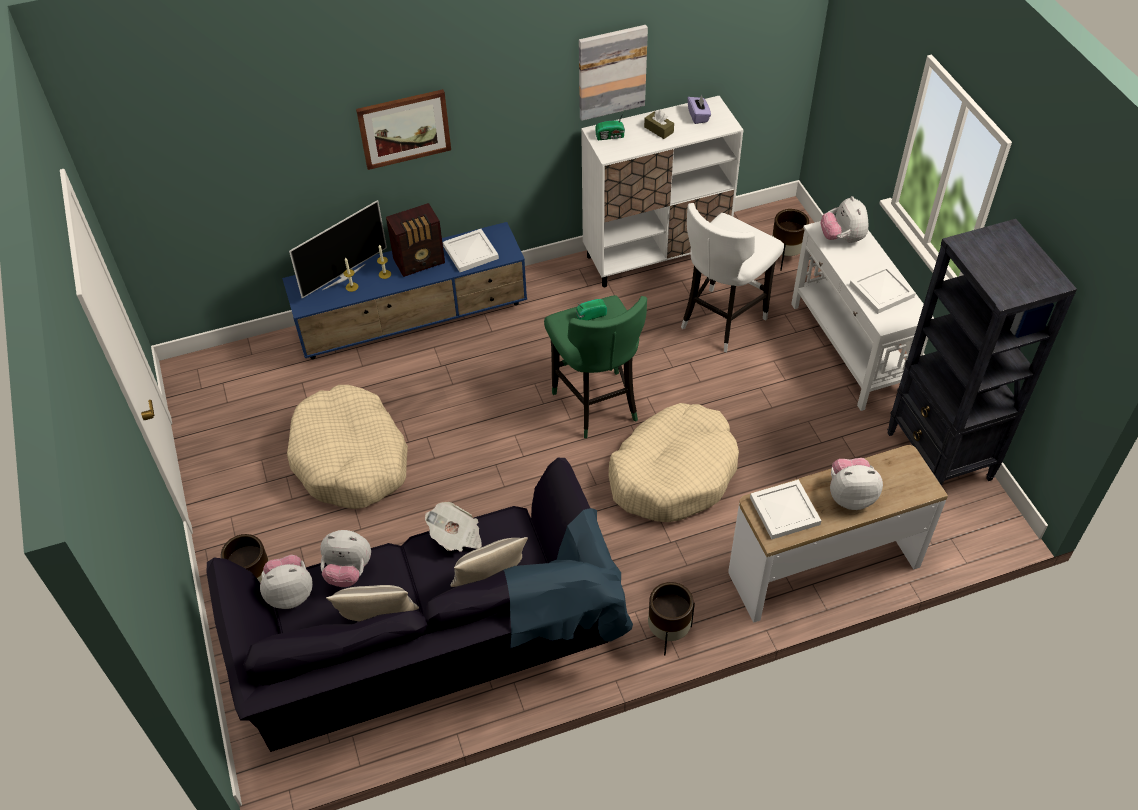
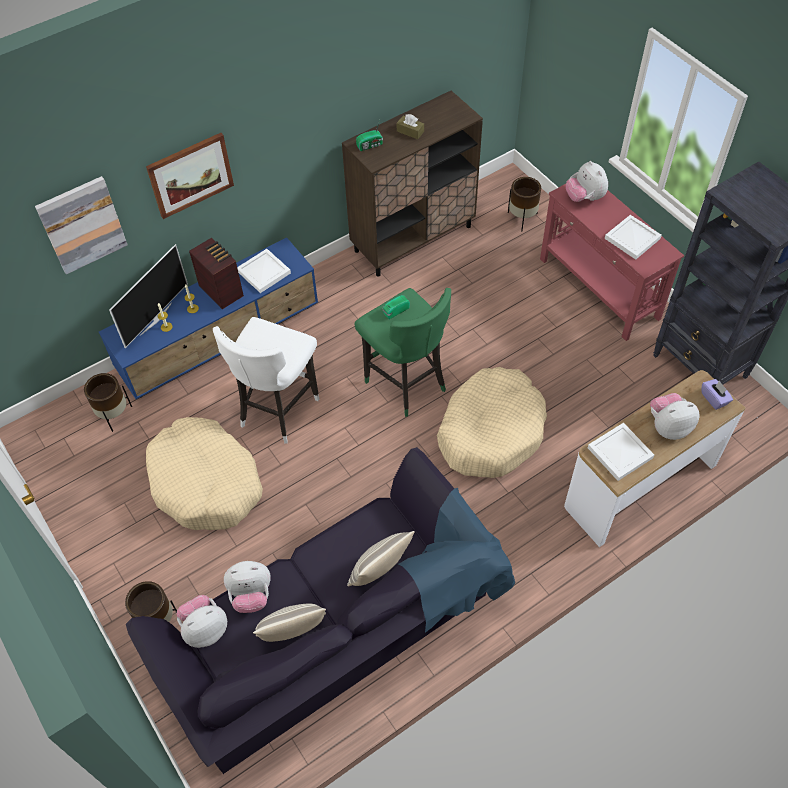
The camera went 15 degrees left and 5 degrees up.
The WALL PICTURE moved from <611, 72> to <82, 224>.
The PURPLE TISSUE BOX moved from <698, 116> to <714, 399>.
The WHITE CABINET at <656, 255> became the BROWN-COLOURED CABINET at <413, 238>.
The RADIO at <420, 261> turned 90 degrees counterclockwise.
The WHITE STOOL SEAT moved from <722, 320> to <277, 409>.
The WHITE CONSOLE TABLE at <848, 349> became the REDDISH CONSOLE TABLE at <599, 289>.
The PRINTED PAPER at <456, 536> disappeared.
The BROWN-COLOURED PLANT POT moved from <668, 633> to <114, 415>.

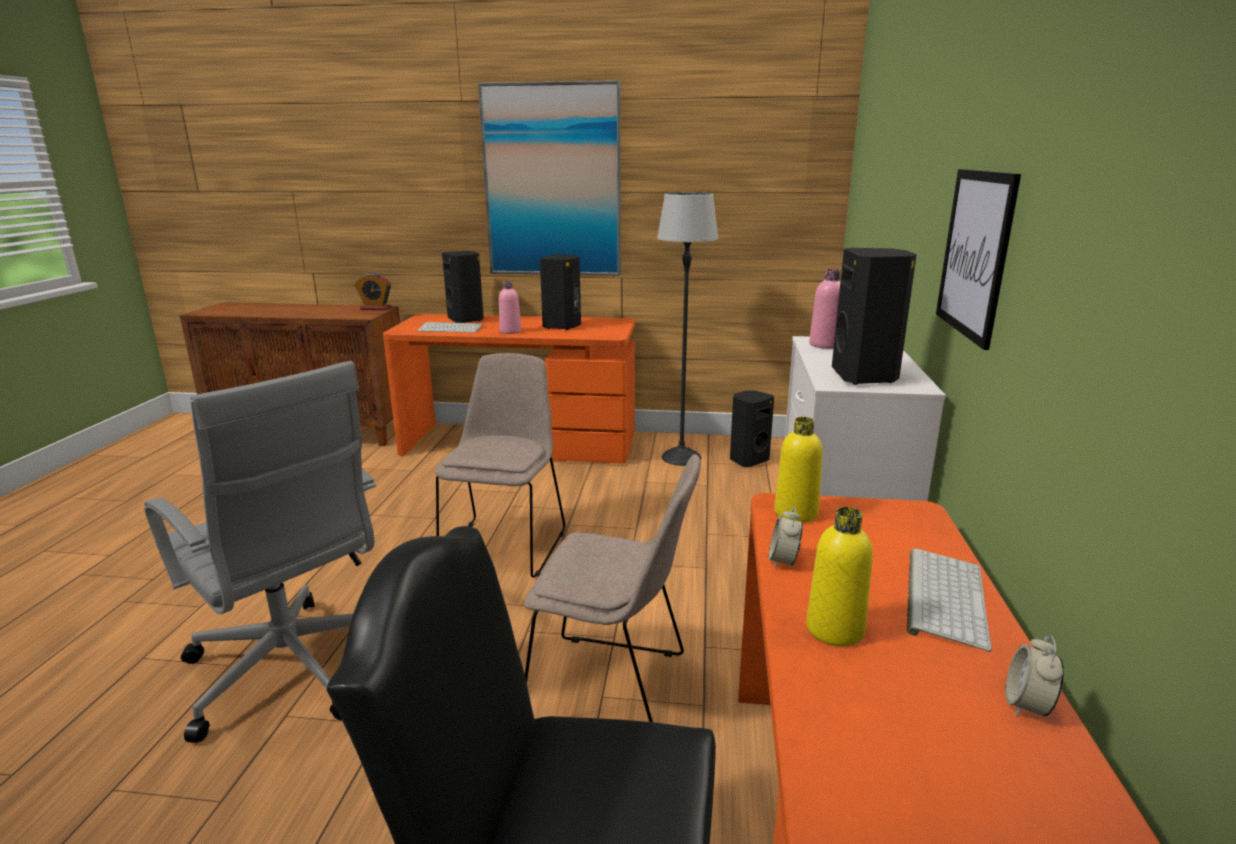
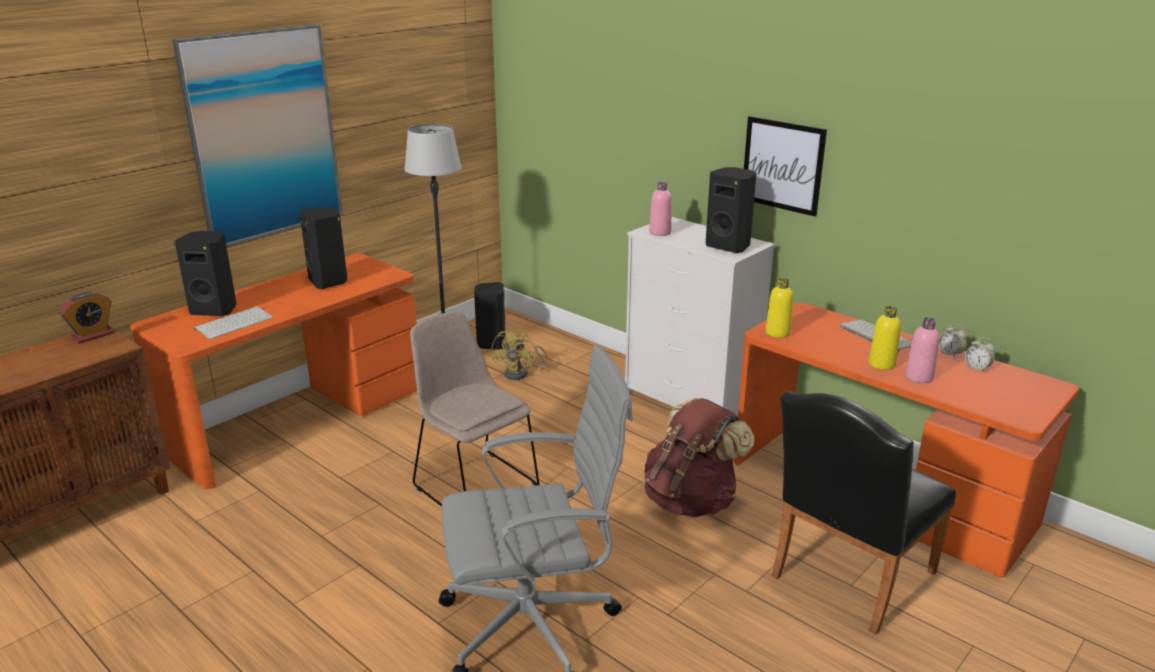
The camera went 55 degrees left and 5 degrees up.
The PINK-COLOURED DRINK BOTTLE moved from <510, 331> to <918, 377>.
The BEIGE-COLOURED UPRIGHT CHAIR at <613, 691> was replaced by the BROWN-COLOURED BACKPACK at <691, 500>.
The BEDSIDE CLOCK moved from <783, 561> to <977, 368>.
The YELLOWISH FAN at <521, 373> appeared.

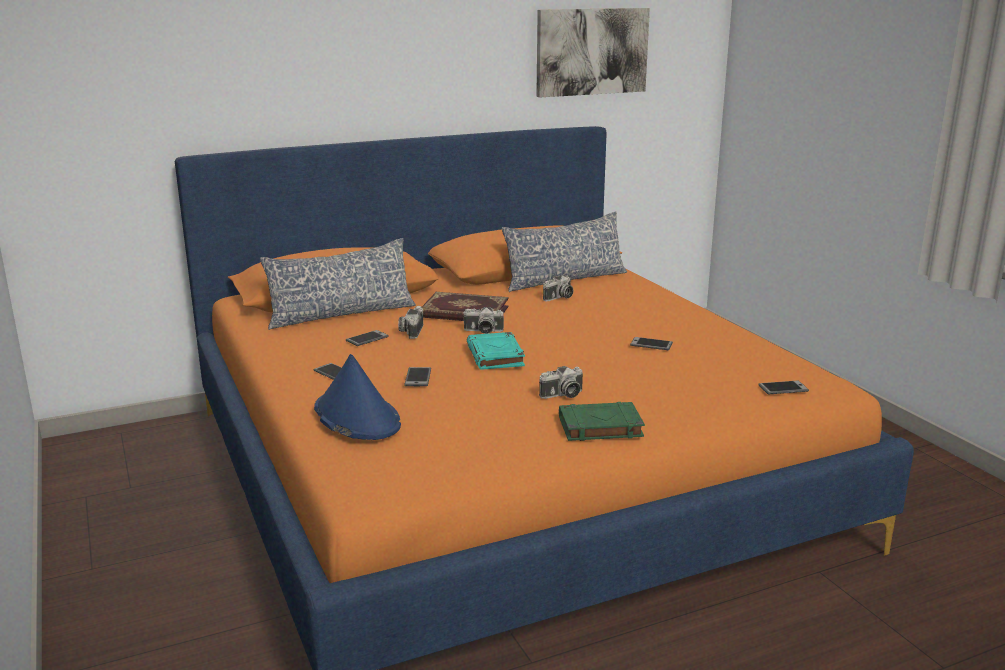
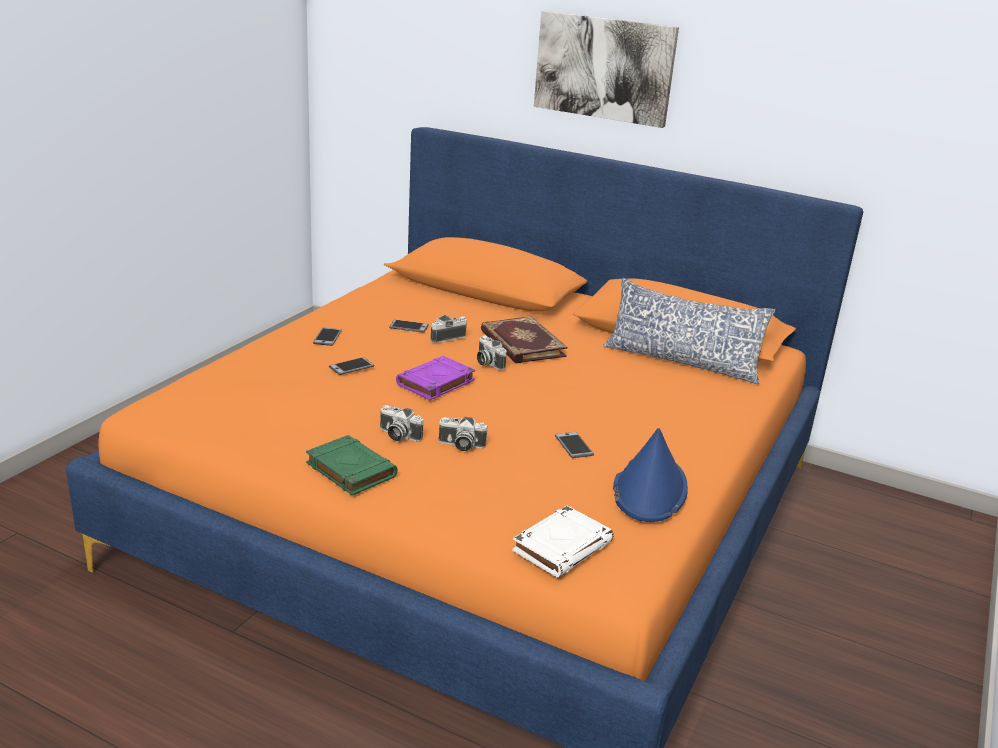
The camera went 50 degrees right and 5 degrees up.
The WALL PICTURE moved from <591, 51> to <604, 68>.
The CUSHION at <341, 314> disappeared.
The PHOTO CAMERA moved from <559, 298> to <460, 445>.
The BLUE-GREEN VOLUME at <496, 356> became the PURPLE VOLUME at <435, 383>.
The BLUE WEARABLE HAT moved from <356, 417> to <649, 489>.
The HANDSET at <783, 388> was replaced by the WHITE VOLUME at <562, 546>.

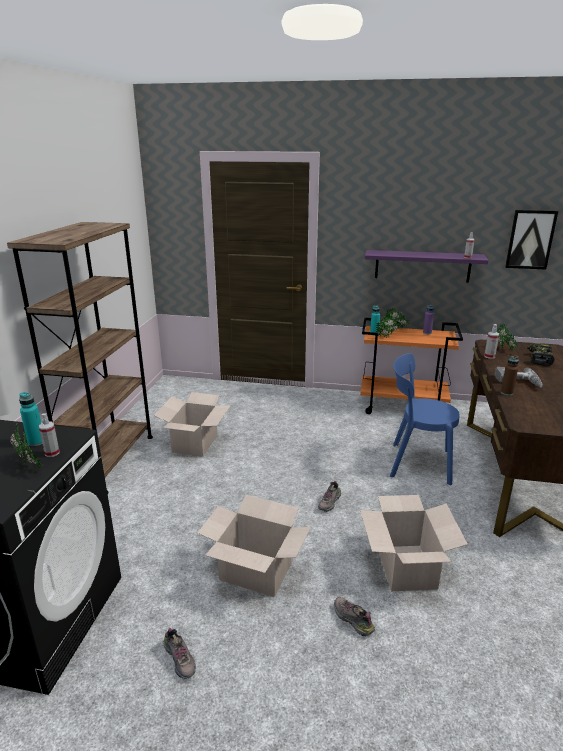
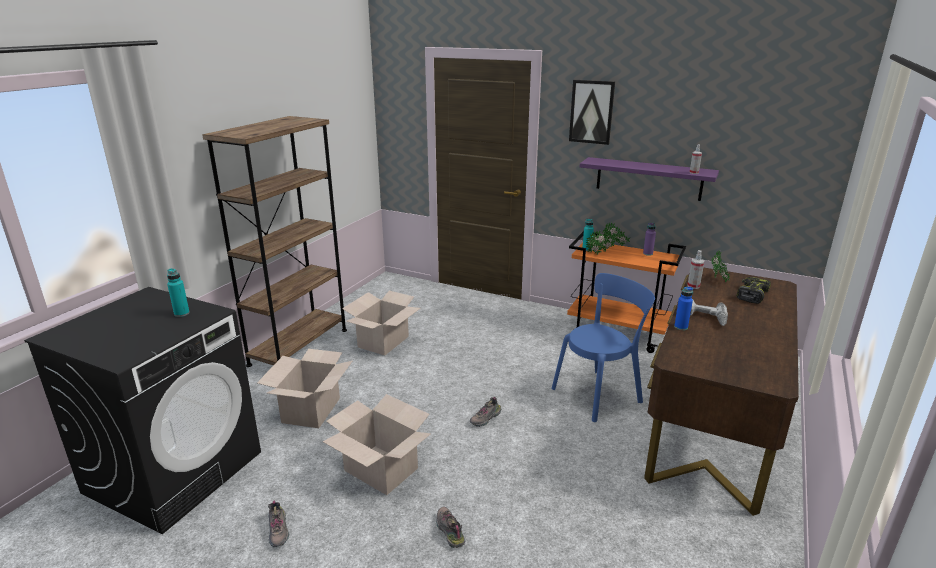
The camera went 15 degrees right and 0 degrees up.
The WALL PICTURE moved from <530, 239> to <591, 112>.
The BLUE UPRIGHT CHAIR at <416, 463> turned 120 degrees clockwise.
The BROWN-COLOURED DRINK BOTTLE at <506, 393> became the BLUE DRINK BOTTLE at <681, 327>.
The HAND SPRAYER at <52, 453> disappeared.
The PLANT IN A POT at <30, 466> disappeared.
The PACKING BOX moved from <407, 568> to <311, 410>.

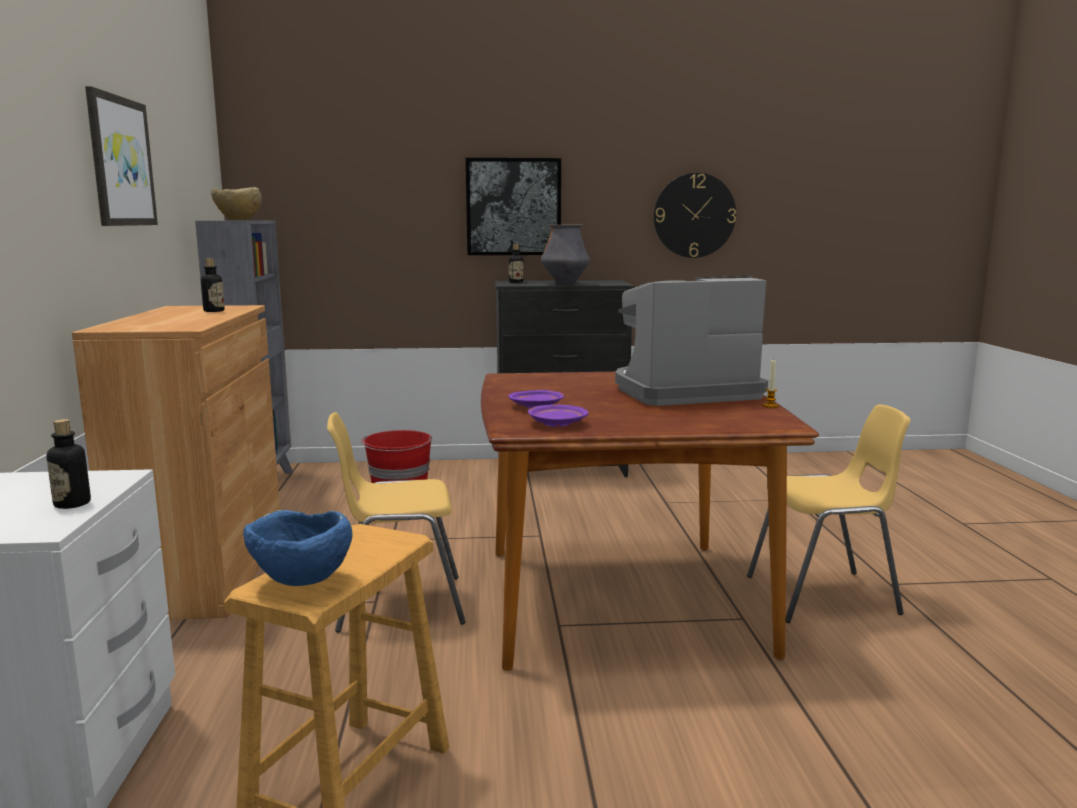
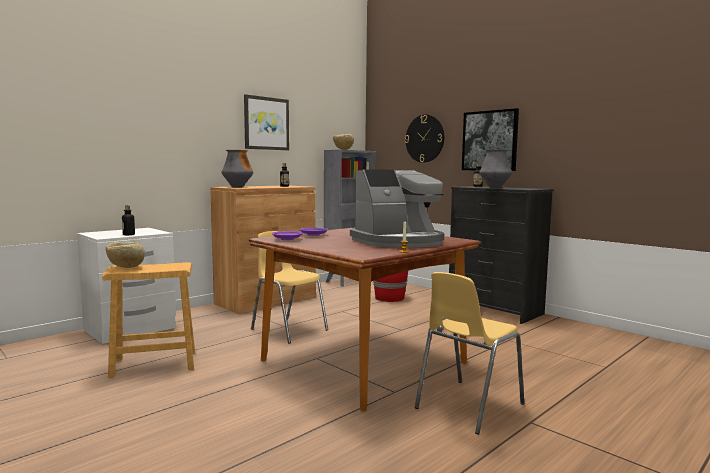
The camera went 50 degrees right and 5 degrees down.
The HANGING CLOCK moved from <694, 215> to <425, 138>.
The COFFEE MAKER at <683, 392> turned 120 degrees clockwise.
The YELLOWISH UPRIGHT CHAIR at <824, 596> turned 90 degrees clockwise.
The BLUE SERVING BOWL at <301, 584> became the BEIGE-COLOURED SERVING BOWL at <126, 268>.
The FLOWER VASE at <237, 187> appeared.

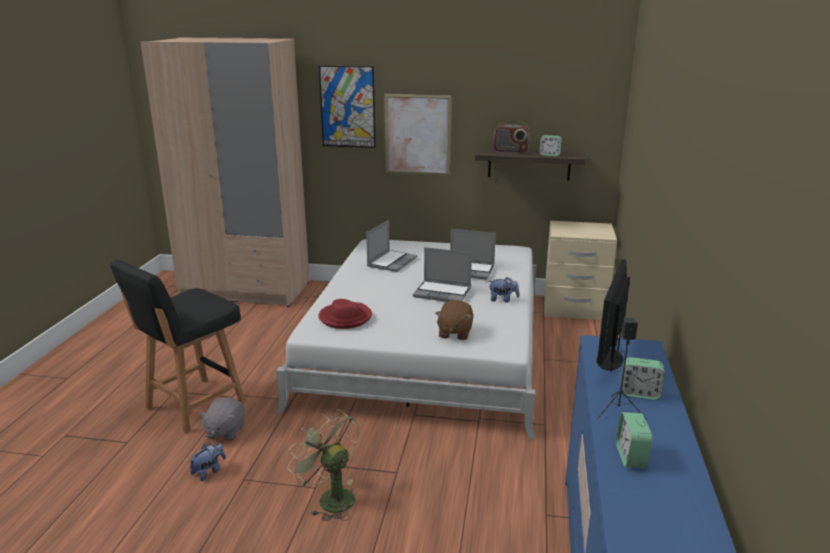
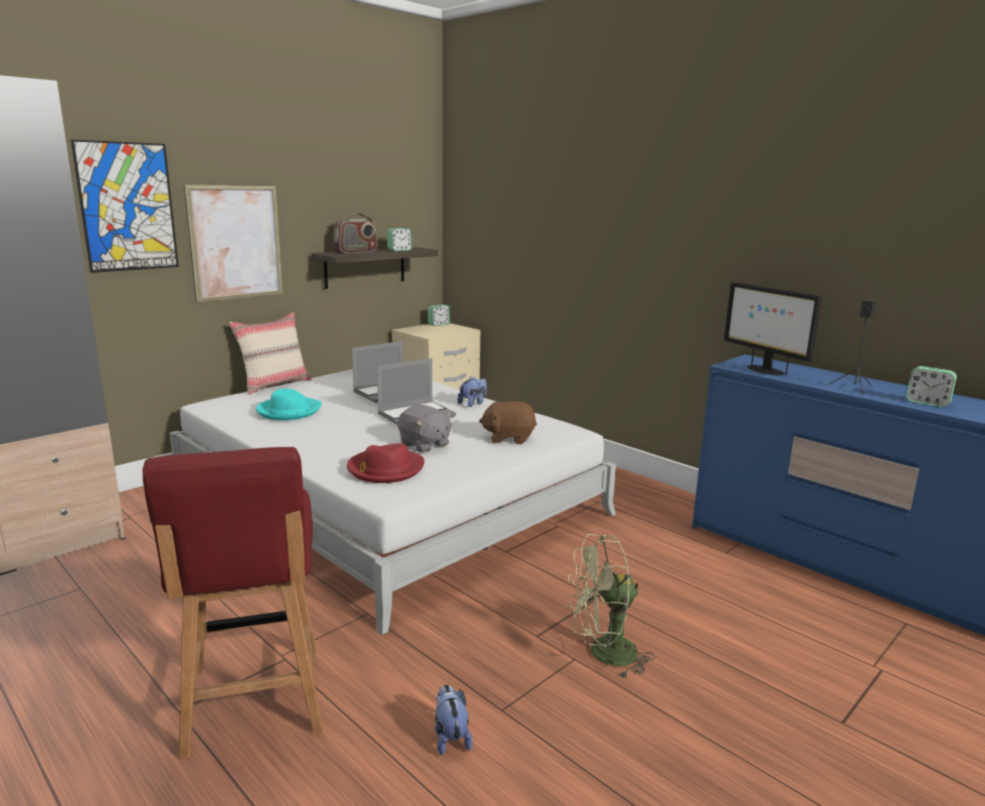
The camera went 55 degrees left and 5 degrees down.
The NOTEBOOK COMPUTER at <391, 262> was replaced by the BLUE-GREEN WEARABLE HAT at <288, 411>.
The BLACK UPRIGHT CHAIR at <193, 405> became the REDDISH UPRIGHT CHAIR at <254, 703>.
The BROWN-COLOURED CUDDLY TOY at <454, 333> turned 135 degrees clockwise.
The BEDSIDE CLOCK moved from <639, 393> to <439, 324>.
The GREY CUDDLY TOY moved from <225, 431> to <424, 445>.
The BEIGE-COLOURED CUSHION at <274, 384> appeared.

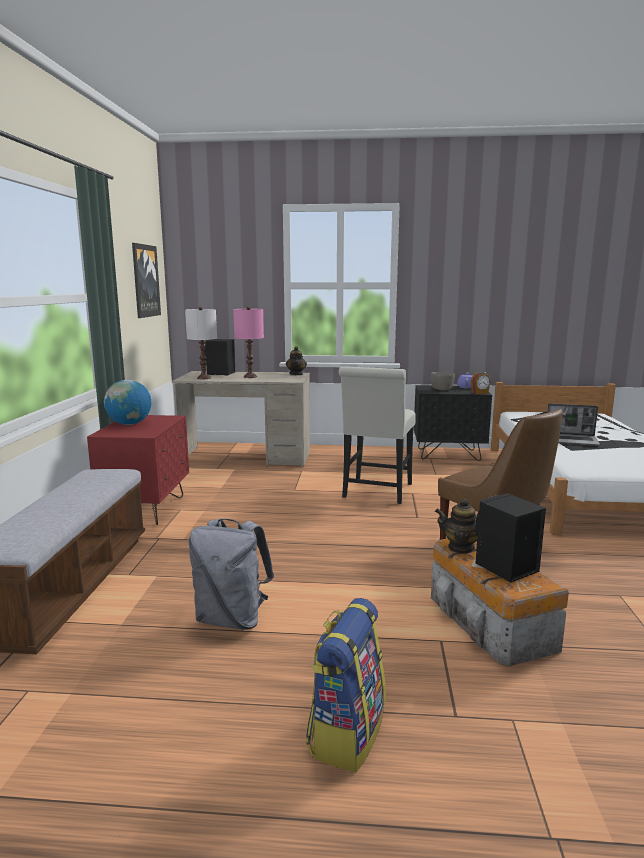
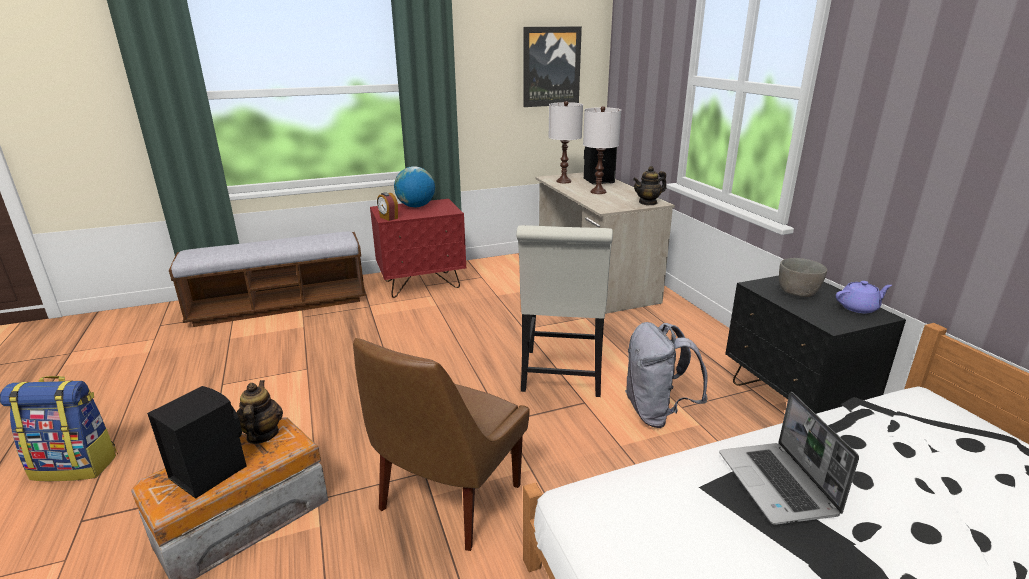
The camera went 65 degrees right and 10 degrees up.
The PINK-COLOURED LAMP FOR A TABLE at <250, 377> became the WHITE LAMP FOR A TABLE at <598, 192>.
The WHITE UPRIGHT CHAIR at <376, 492> turned 75 degrees counterclockwise.
The BEDSIDE CLOCK moved from <480, 393> to <388, 218>.
The GREY BACKPACK moved from <232, 619> to <657, 413>.

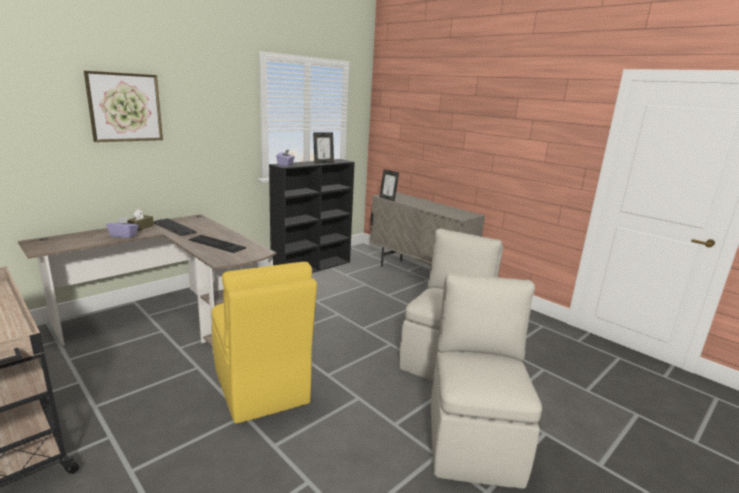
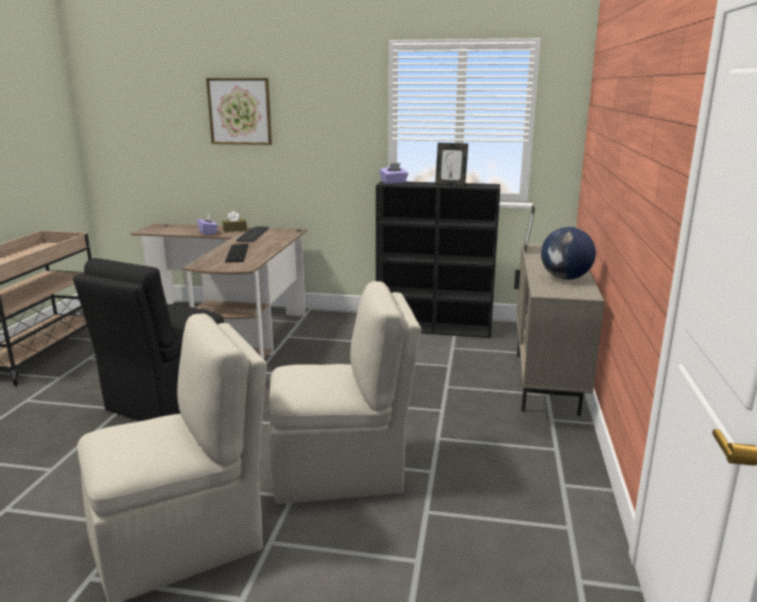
The camera went 55 degrees right and 0 degrees up.
The YELLOWISH UPRIGHT CHAIR at <261, 387> became the BLACK UPRIGHT CHAIR at <167, 398>.
The DESK GLOBE at <565, 278> appeared.

